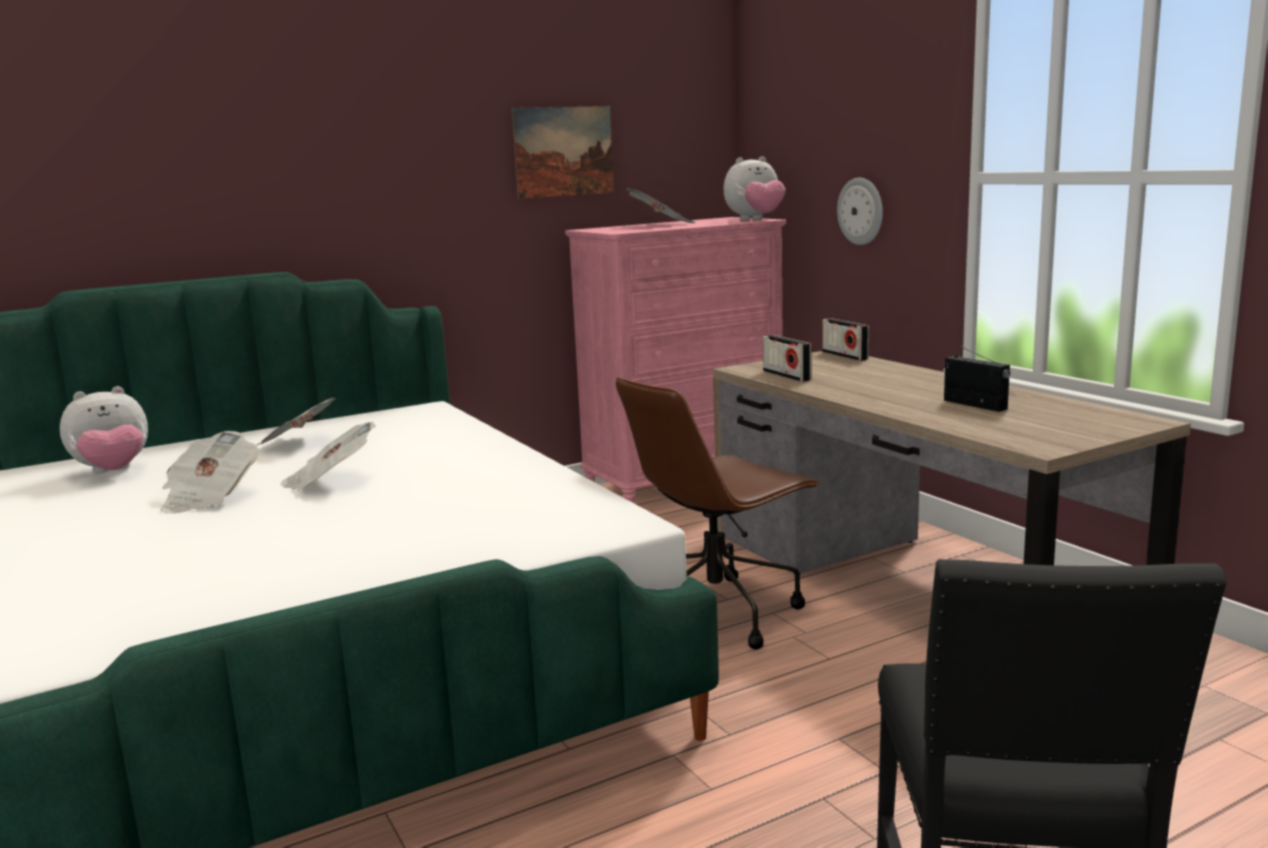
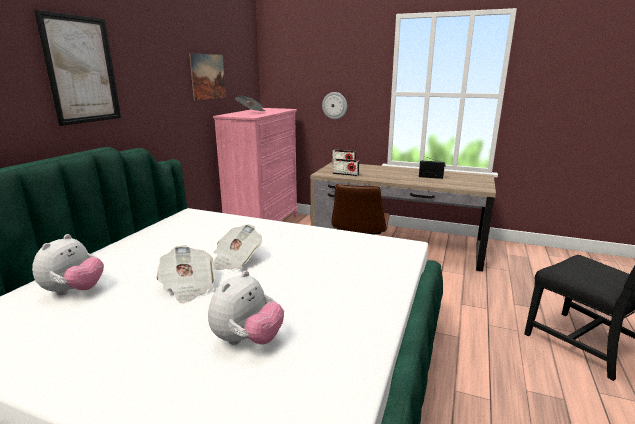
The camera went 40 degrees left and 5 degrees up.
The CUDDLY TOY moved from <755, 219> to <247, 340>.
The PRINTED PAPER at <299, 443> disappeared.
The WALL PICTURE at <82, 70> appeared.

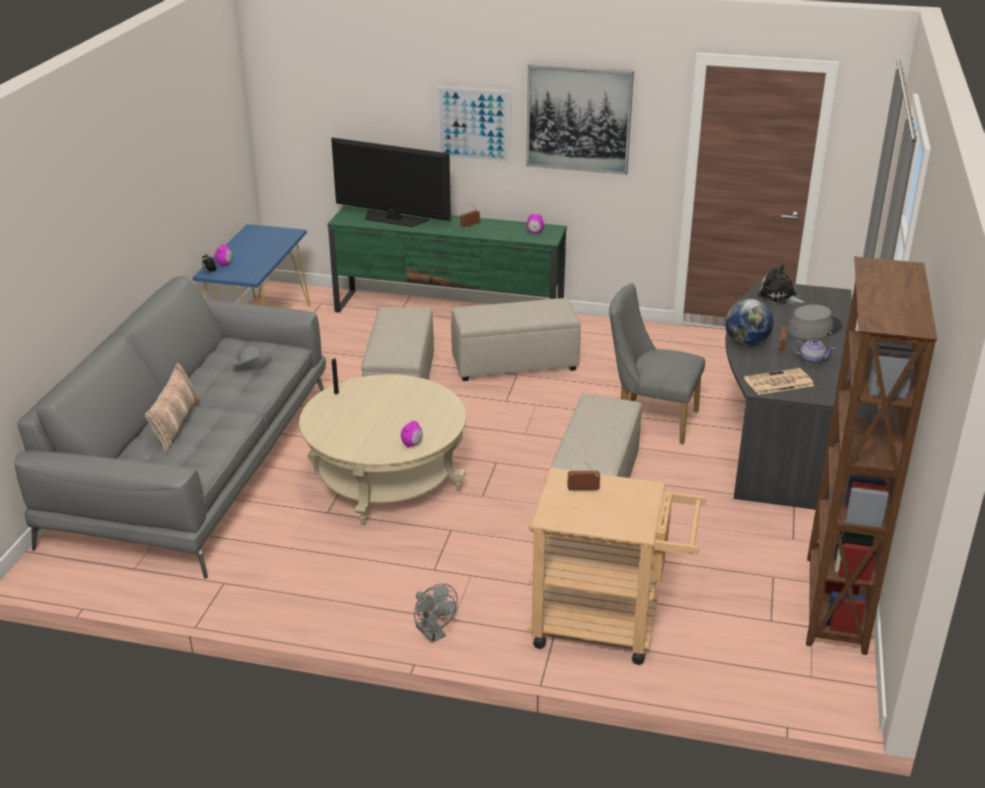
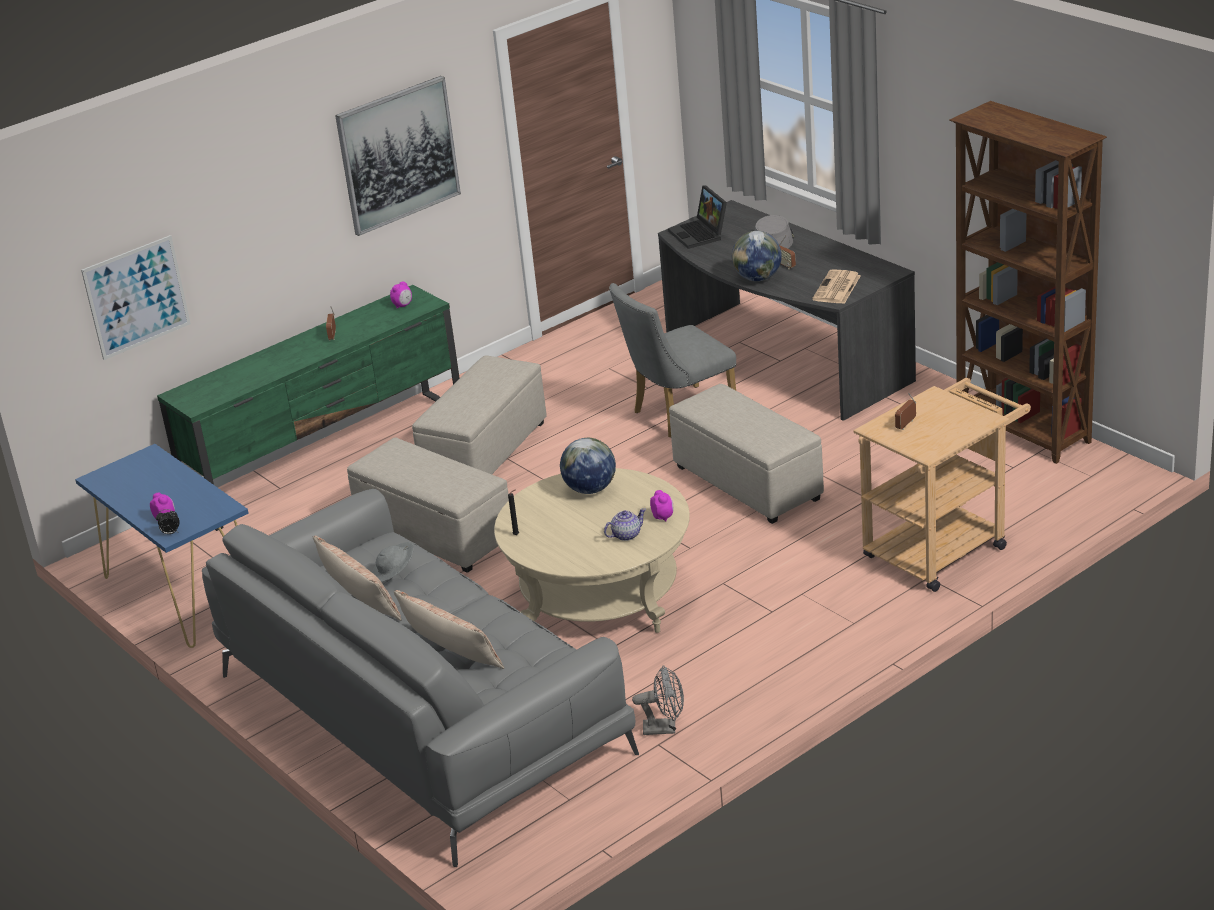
The camera went 50 degrees left and 0 degrees up.
The WALL PICTURE moved from <473, 125> to <136, 297>.
The TV SET at <393, 219> disappeared.
The CUDDLY TOY at <779, 296> was replaced by the NOTEBOOK COMPUTER at <700, 234>.
The TEA POT moved from <811, 360> to <626, 535>.
The GREY FAN moved from <434, 634> to <665, 728>.
The DESK GLOBE at <590, 489> appeared.
The CUSHION at <359, 598> appeared.

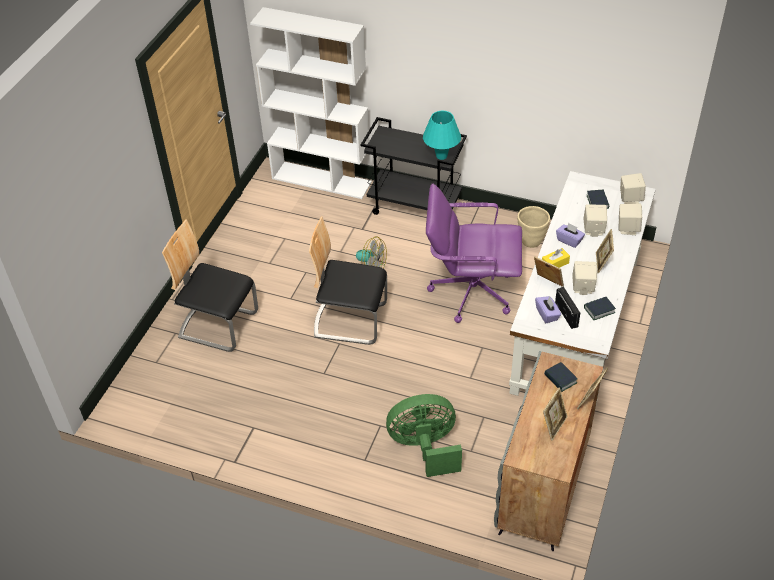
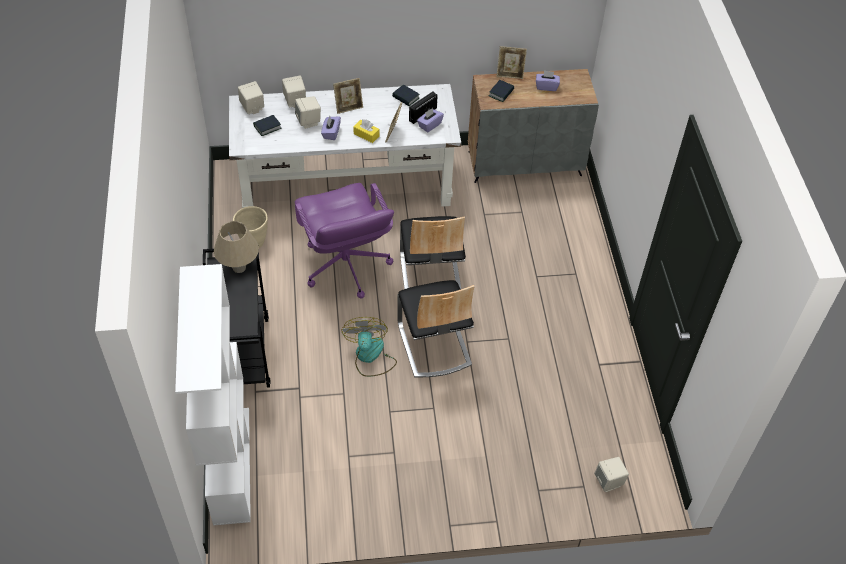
The camera went 120 degrees left and 5 degrees up.
The BLUE-GREEN LAMP FOR A TABLE at <441, 156> became the BEIGE-COLOURED LAMP FOR A TABLE at <239, 268>.
The UPRIGHT CHAIR moved from <218, 325> to <430, 277>.
The BEIGE-COLOURED SPEAKER moved from <582, 287> to <609, 481>.
The STANDING FRAME at <553, 425> was replaced by the PURPLE TISSUE BOX at <546, 86>.
The GREEN-COLOURED FAN at <425, 447> disappeared.

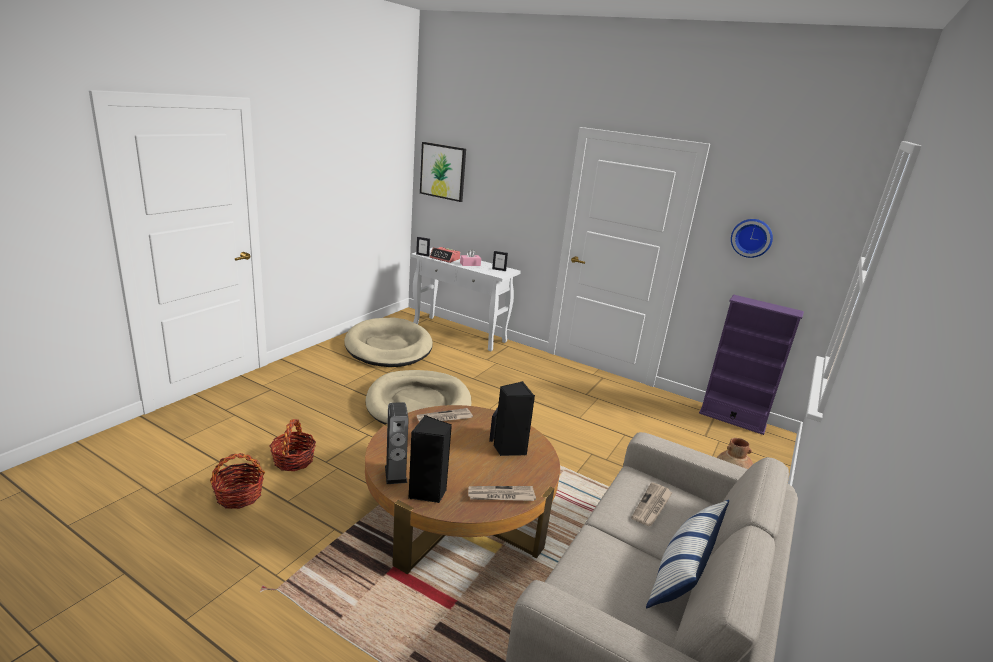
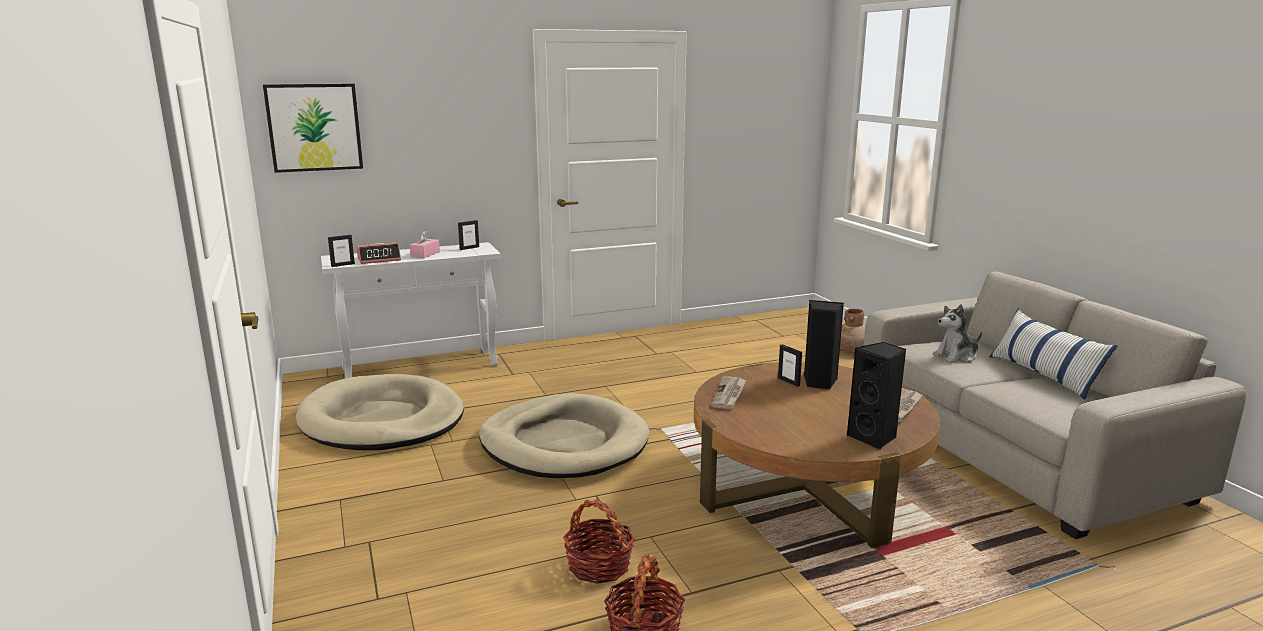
The camera went 50 degrees left and 5 degrees down.
The HANGING CLOCK at <751, 237> disappeared.
The PURPLE BOOKCASE at <732, 419> disappeared.
The SPEAKER at <395, 474> disappeared.
The PRINTED PAPER at <652, 506> was replaced by the CUDDLY TOY at <956, 356>.

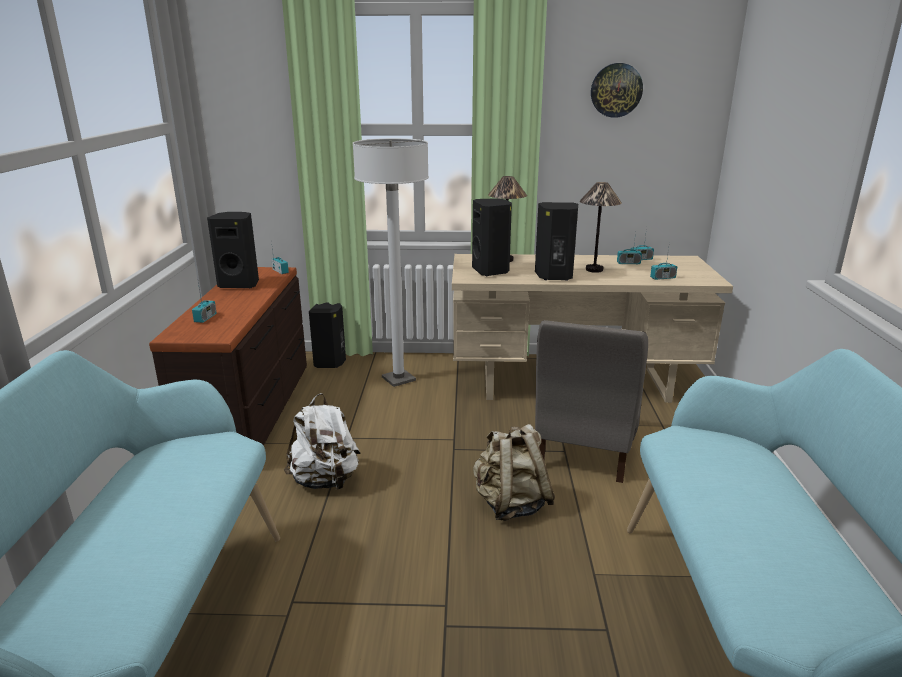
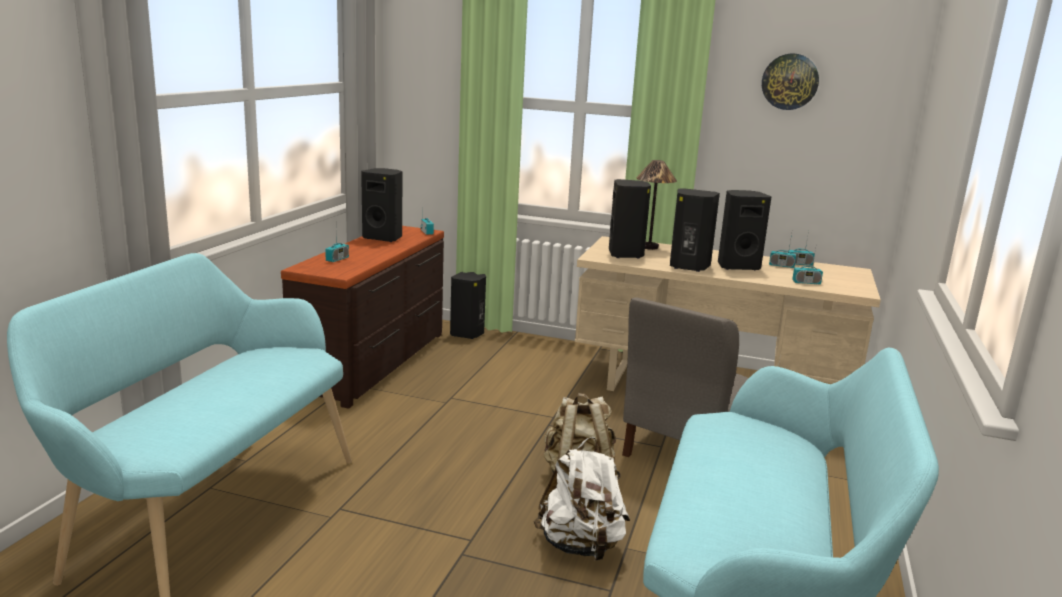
The camera went 15 degrees right and 5 degrees down.
The WHITE STANDARD LAMP at <398, 379> disappeared.
The LAMP FOR A TABLE at <594, 269> was replaced by the BLACK SPEAKER at <737, 266>.
The WHITE BACKPACK moved from <325, 481> to <581, 546>.

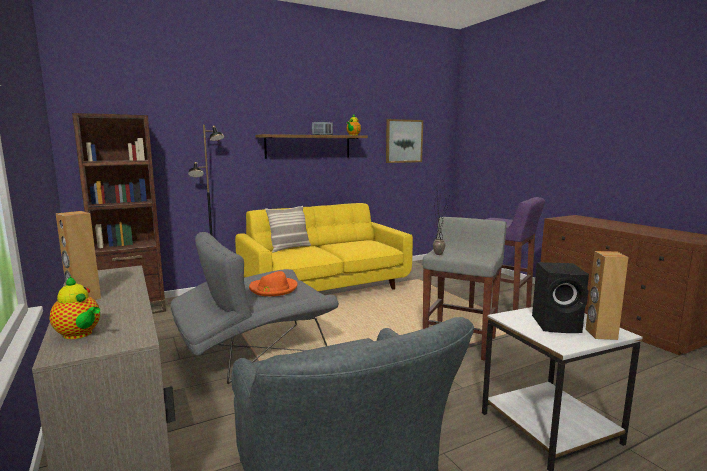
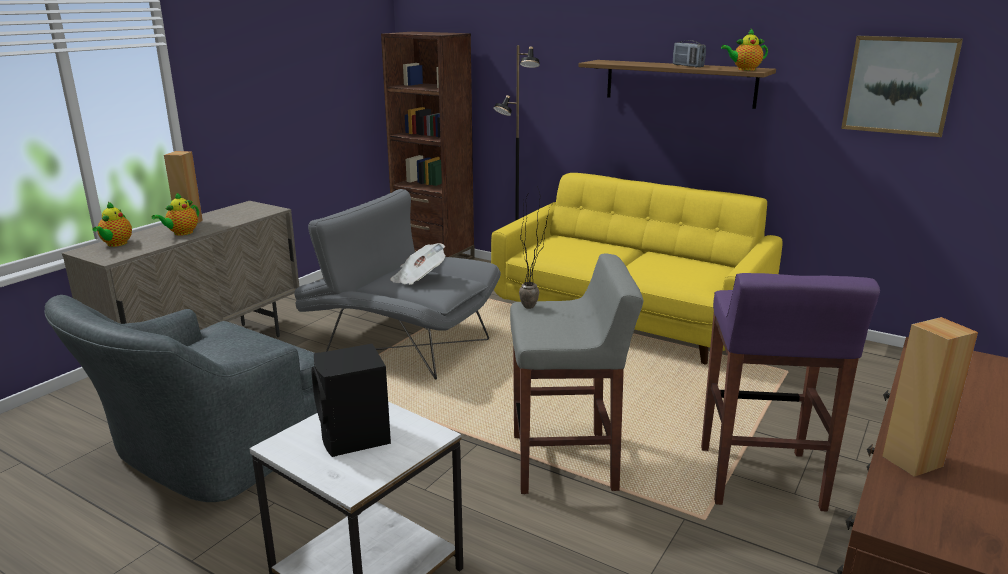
The camera went 60 degrees right and 10 degrees up.
The CUSHION at <289, 248> disappeared.
The BROWN-COLOURED SPEAKER moved from <600, 334> to <911, 461>.
The ORANGE-COLOURED WEARABLE HAT at <273, 289> was replaced by the PRINTED PAPER at <418, 278>.
The TEA POT at <181, 233> appeared.

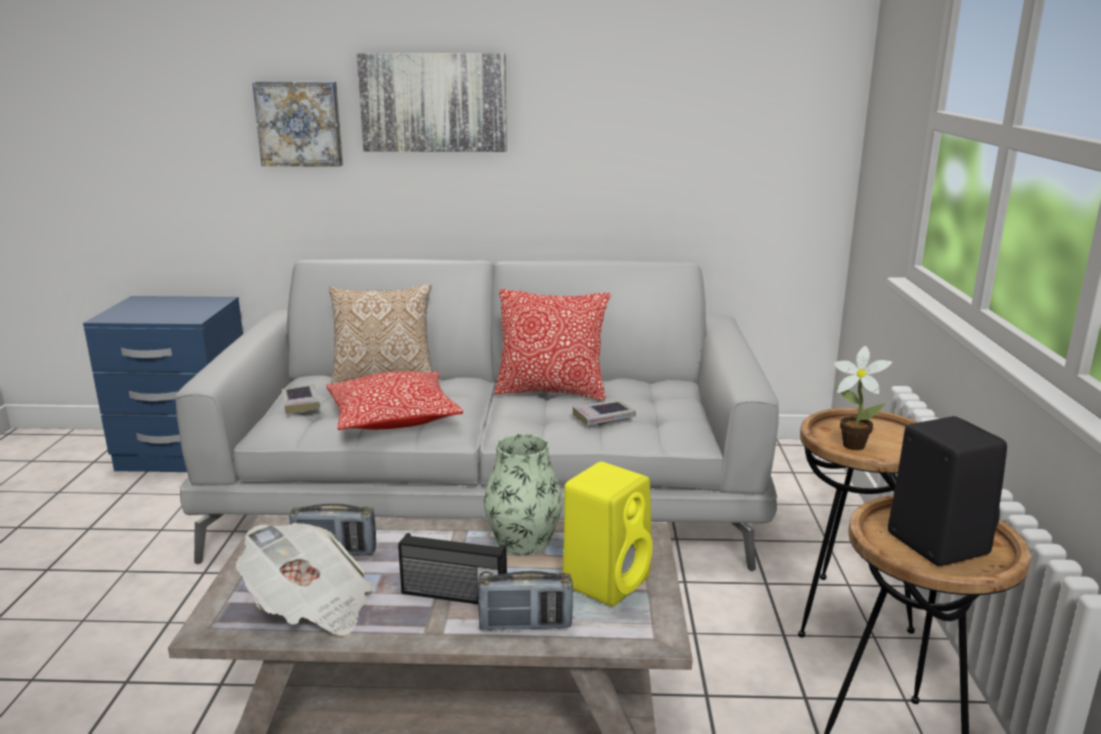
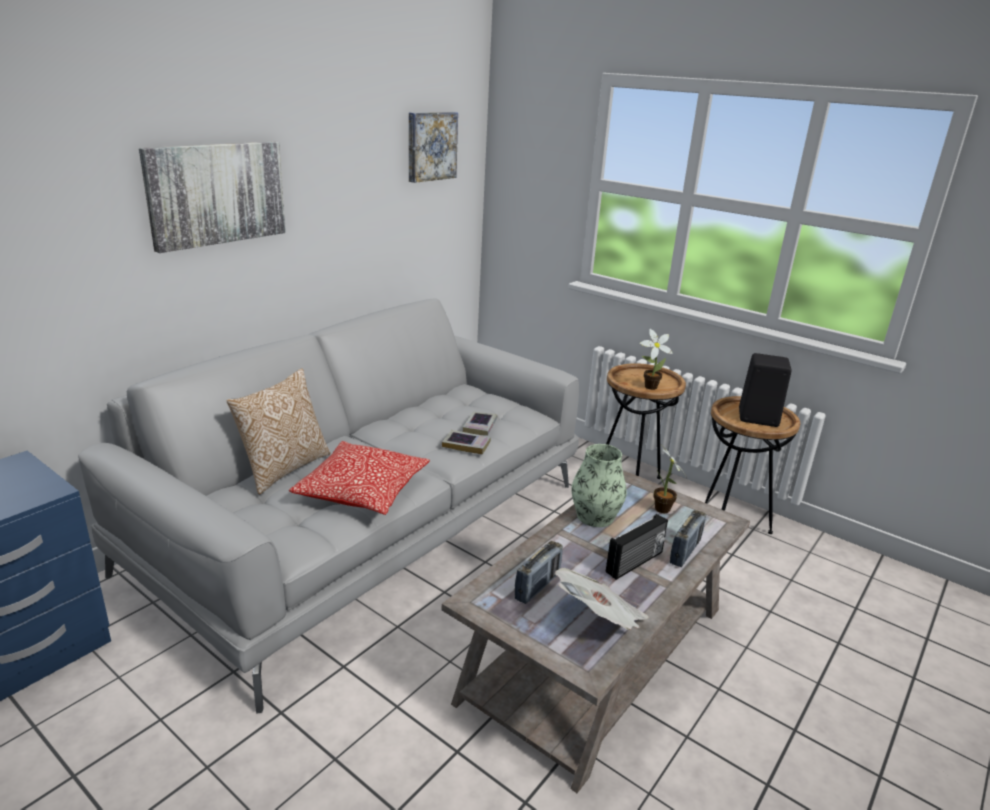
The camera went 55 degrees left and 5 degrees up.
The WALL PICTURE moved from <299, 123> to <430, 146>.
The CUSHION at <551, 391> disappeared.
The VOLUME moved from <301, 403> to <466, 445>.
The YELLOWISH SPEAKER at <607, 580> was replaced by the PLANT IN A POT at <662, 510>.

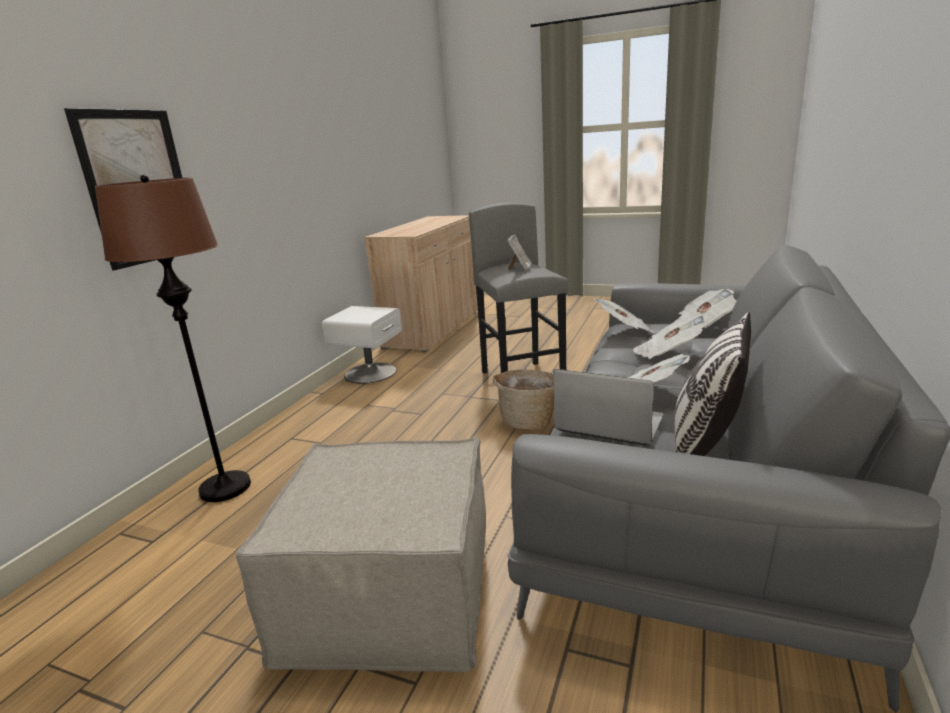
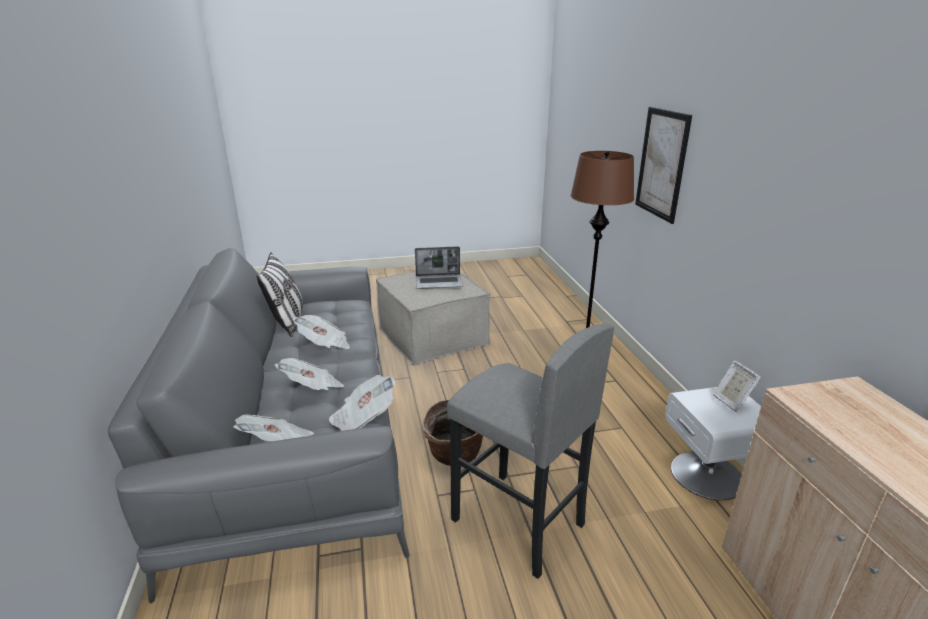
The camera went 145 degrees right and 5 degrees up.
The STANDING FRAME moved from <520, 268> to <731, 401>.
The NOTEBOOK COMPUTER moved from <607, 425> to <439, 282>.

